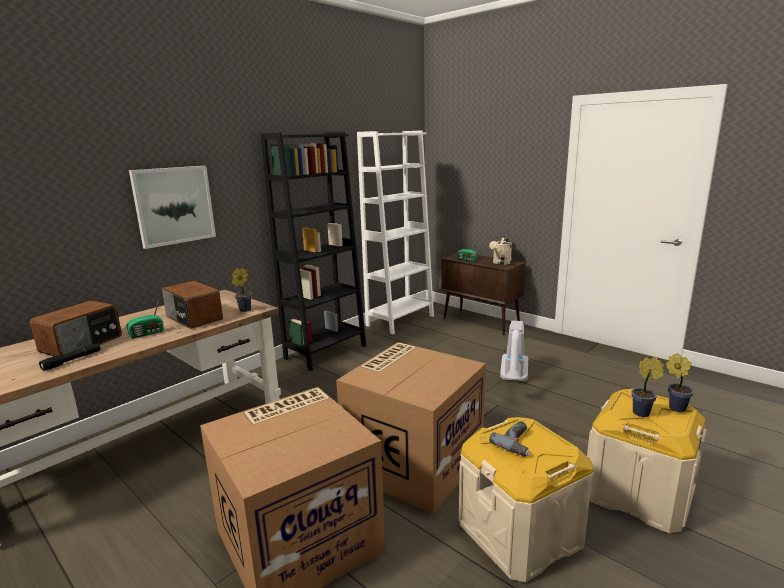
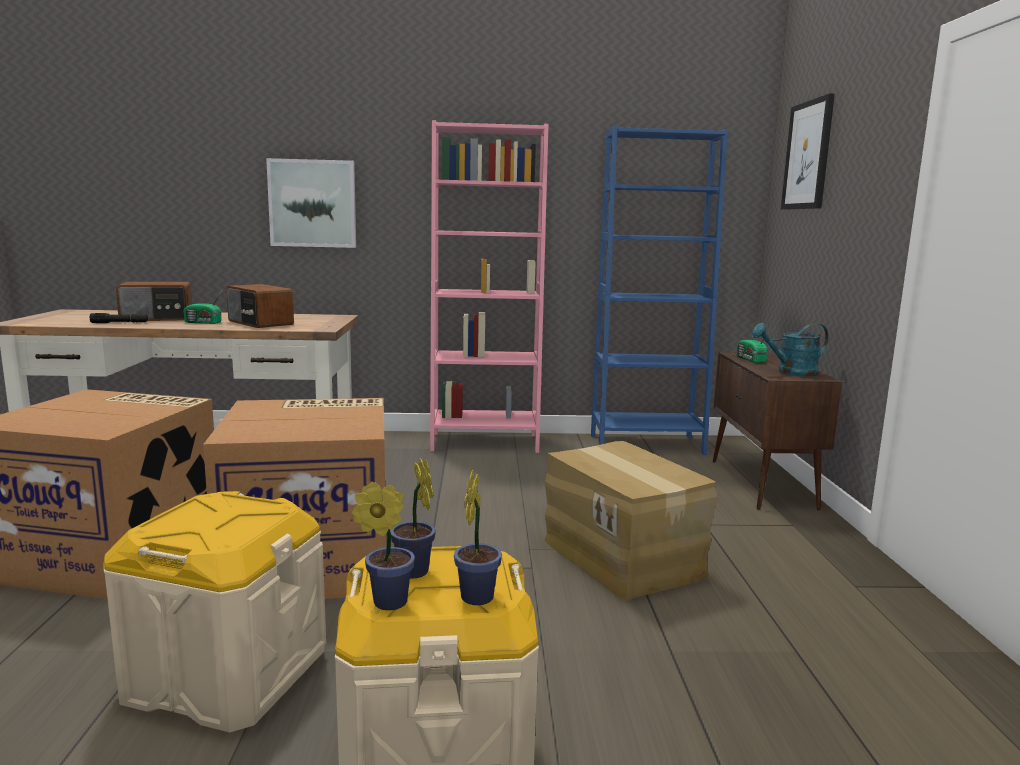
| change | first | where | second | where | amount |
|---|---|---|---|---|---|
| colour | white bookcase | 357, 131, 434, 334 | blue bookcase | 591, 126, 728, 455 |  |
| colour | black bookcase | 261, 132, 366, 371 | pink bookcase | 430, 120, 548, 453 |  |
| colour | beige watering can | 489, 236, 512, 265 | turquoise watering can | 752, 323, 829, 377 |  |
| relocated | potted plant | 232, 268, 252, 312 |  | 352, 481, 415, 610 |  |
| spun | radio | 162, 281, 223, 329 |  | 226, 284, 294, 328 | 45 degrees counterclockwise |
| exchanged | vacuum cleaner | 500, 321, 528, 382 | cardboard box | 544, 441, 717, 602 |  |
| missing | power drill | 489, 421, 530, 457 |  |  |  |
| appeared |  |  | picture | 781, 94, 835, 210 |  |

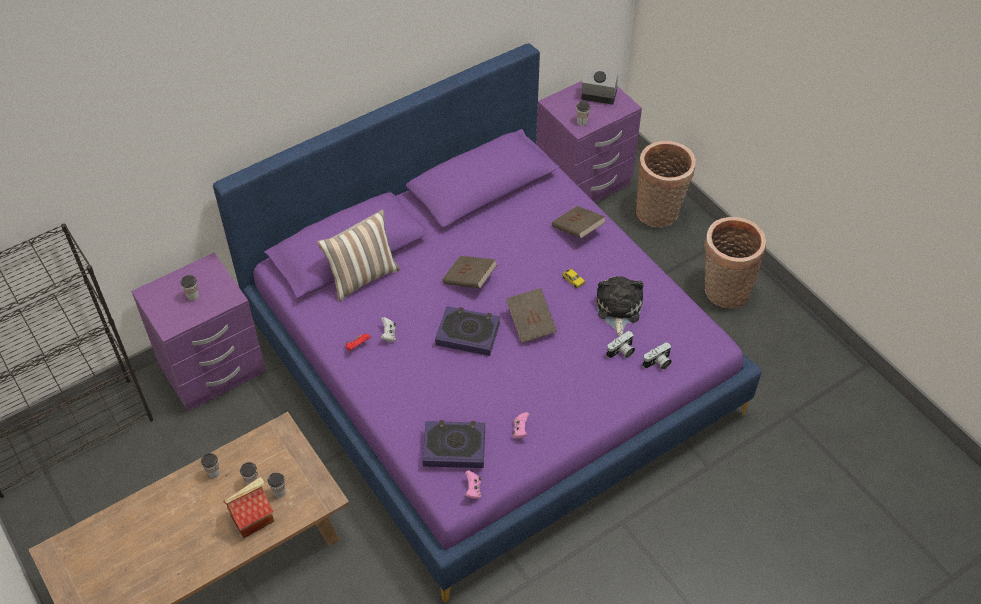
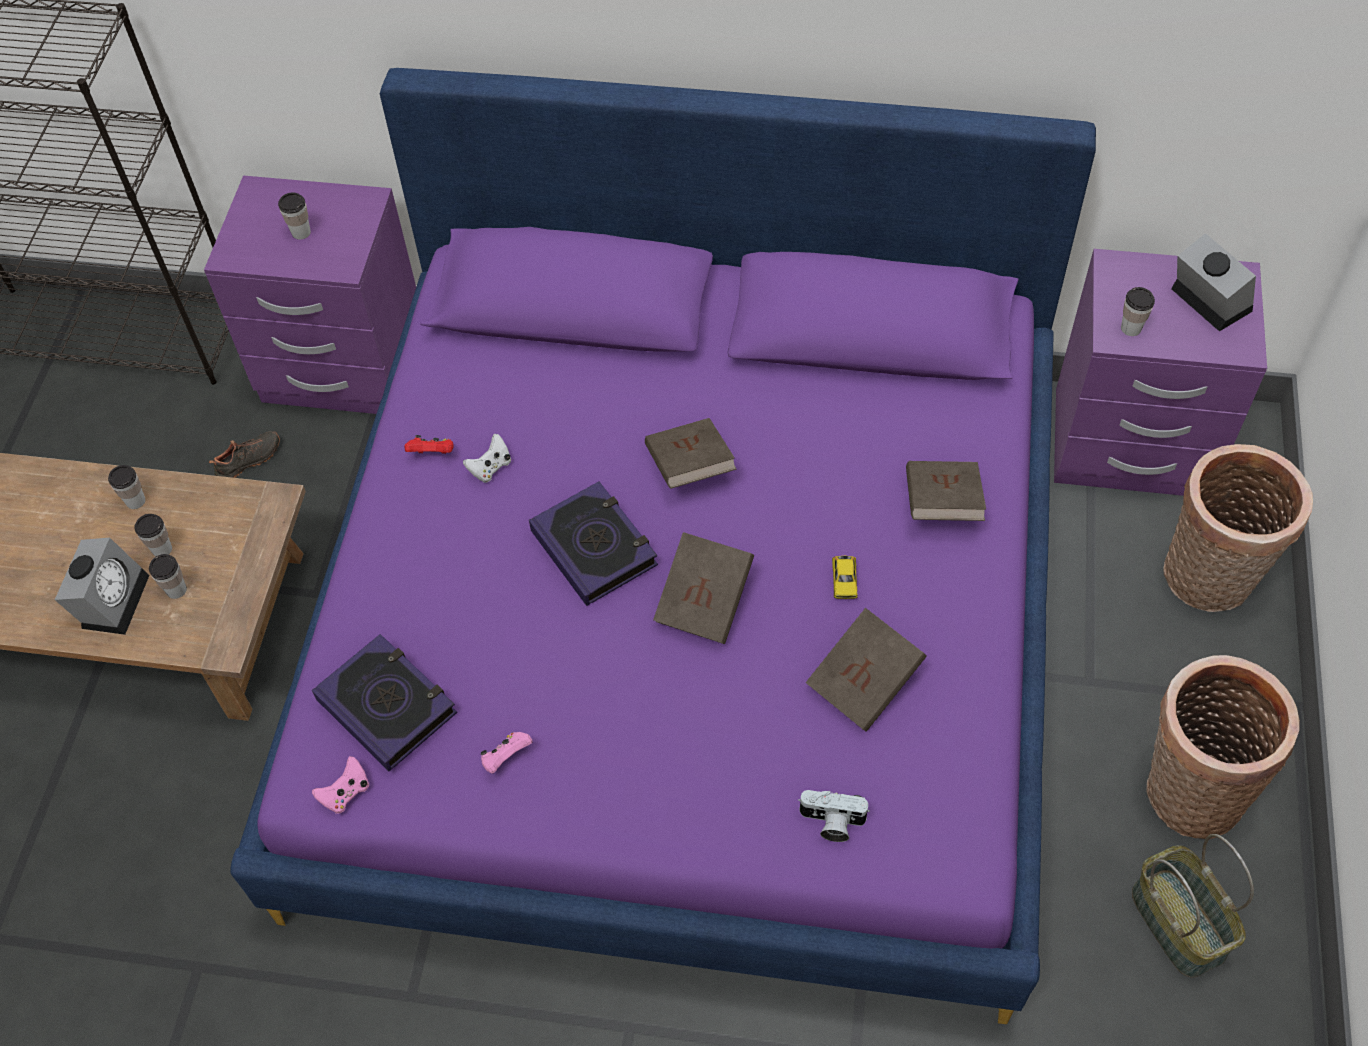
| change | first | where | second | where | amount |
|---|---|---|---|---|---|
| missing | pillow | 317, 209, 400, 302 |  |  |  |
| exchanged | plush toy | 596, 276, 643, 336 | brown book | 806, 608, 927, 732 |  |
| missing | photo camera | 606, 331, 635, 358 |  |  |  |
| exchanged | toy house | 223, 477, 274, 538 | alarm clock | 55, 538, 149, 635 |  |
| appeared |  |  | black shoe | 209, 431, 280, 478 |  |
| appeared |  |  | basket | 1132, 834, 1254, 977 |  |

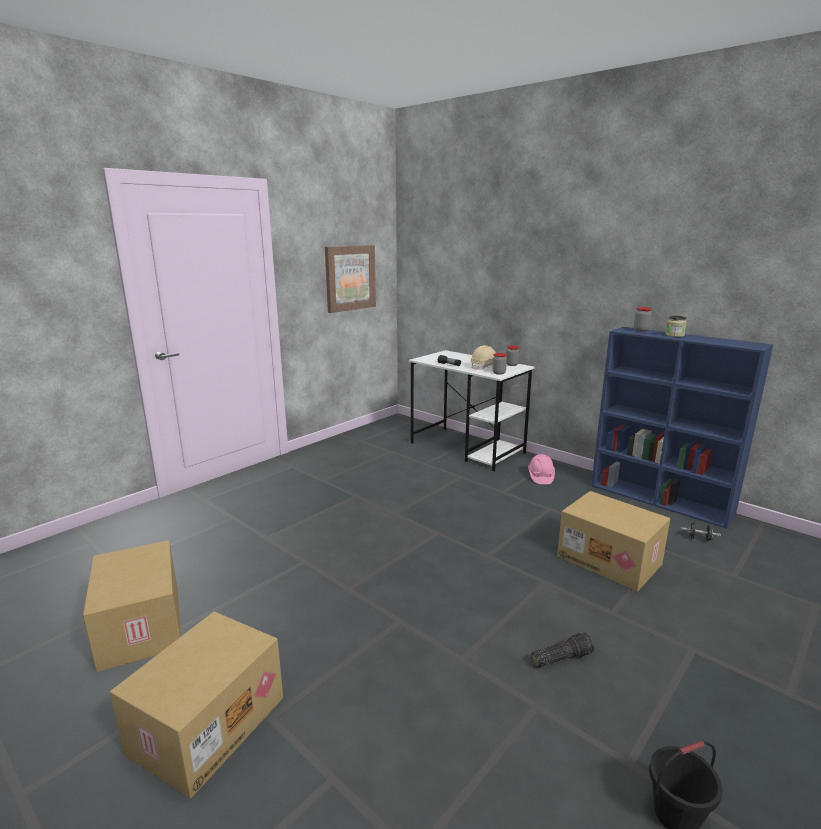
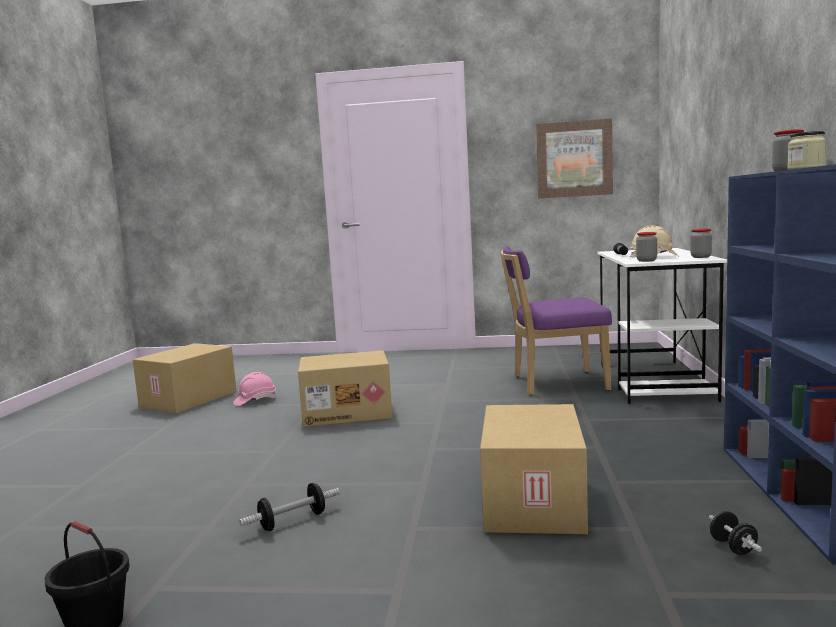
| change | first | where | second | where | amount |
|---|---|---|---|---|---|
| relocated | pink hard hat | 528, 454, 555, 484 |  | 233, 372, 277, 406 |  |
| relocated | cardboard box | 110, 611, 283, 799 |  | 298, 350, 392, 427 |  |
| exchanged | flashlight | 531, 632, 594, 668 | dumbbell | 239, 483, 340, 531 |  |
| appeared |  |  | purple chair | 500, 246, 612, 395 |  |

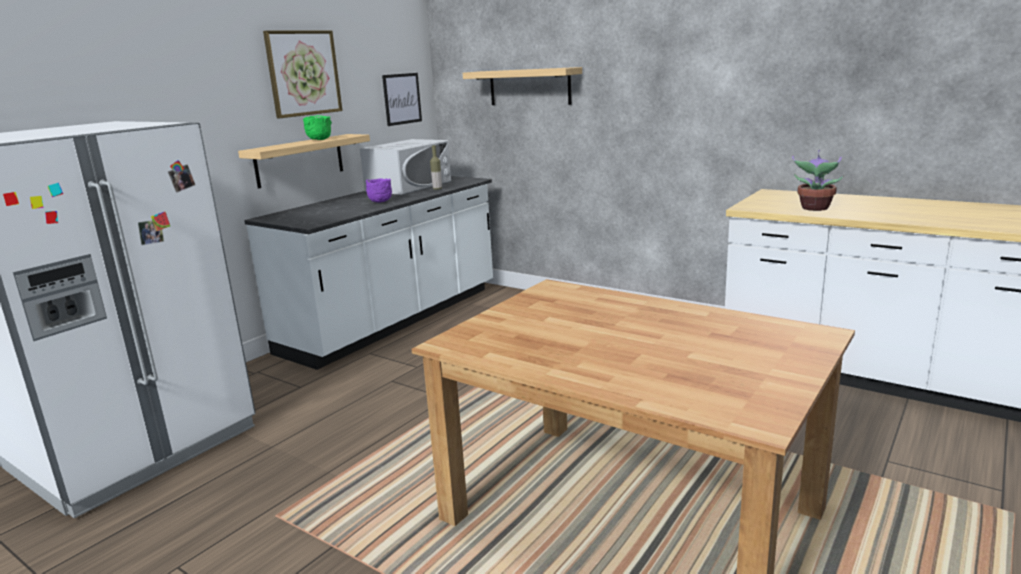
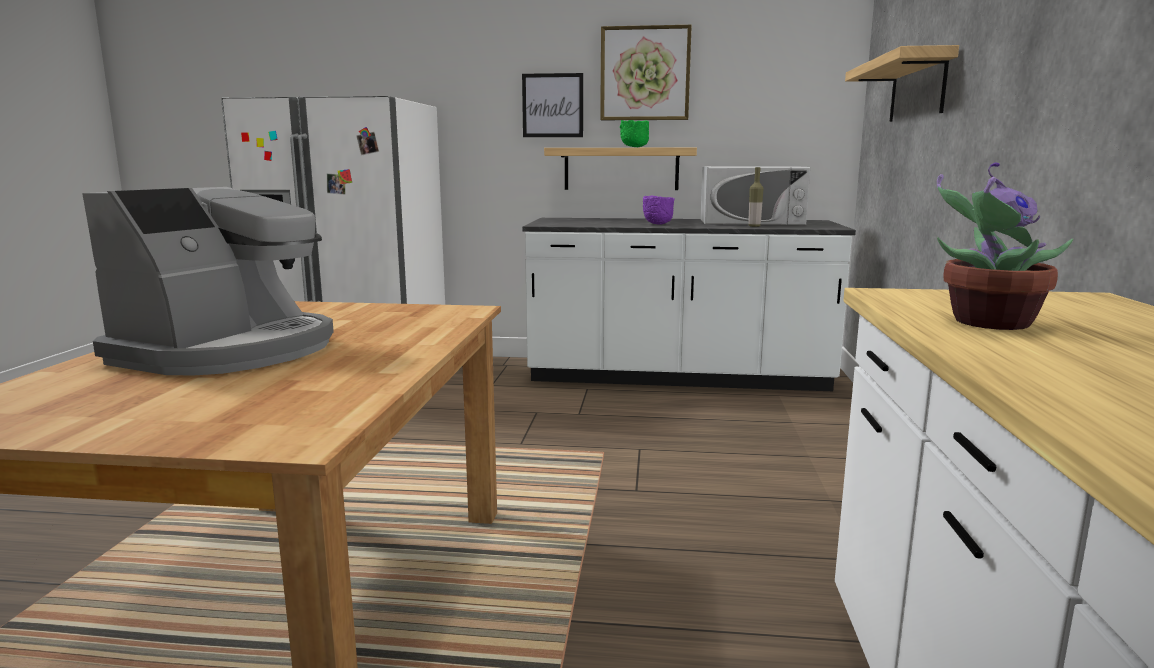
| change | first | where | second | where | amount |
|---|---|---|---|---|---|
| relocated | picture | 382, 73, 422, 126 |  | 522, 73, 583, 137 |  |
| appeared |  |  | coffee machine | 82, 187, 334, 375 |  |

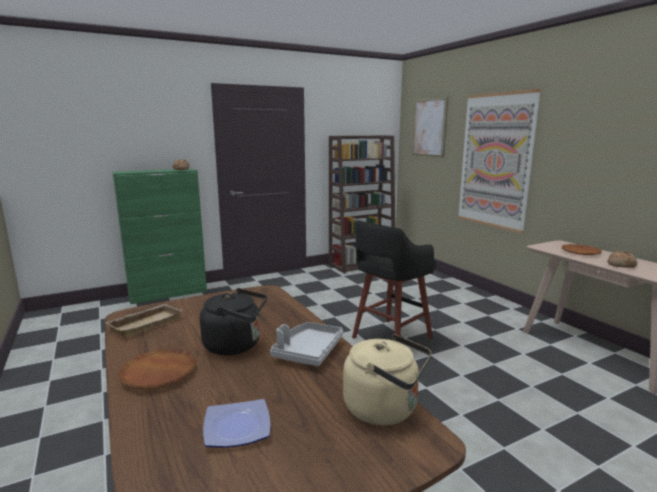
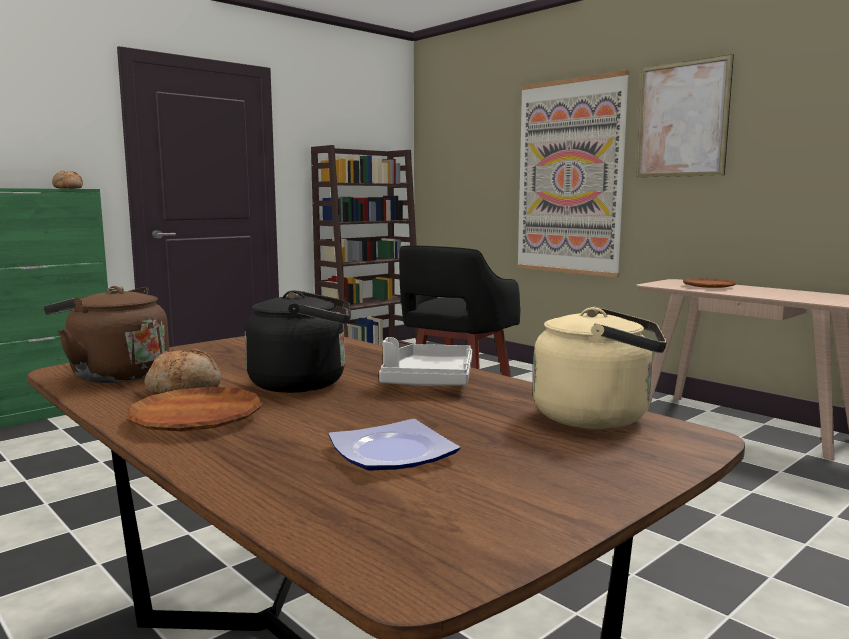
| change | first | where | second | where | amount |
|---|---|---|---|---|---|
| relocated | picture | 412, 97, 448, 157 |  | 636, 54, 734, 177 |  |
| relocated | bread | 607, 251, 637, 268 |  | 144, 348, 221, 394 |  |
| exchanged | beige tray | 105, 304, 182, 338 | brown kettle | 43, 286, 169, 383 |  |

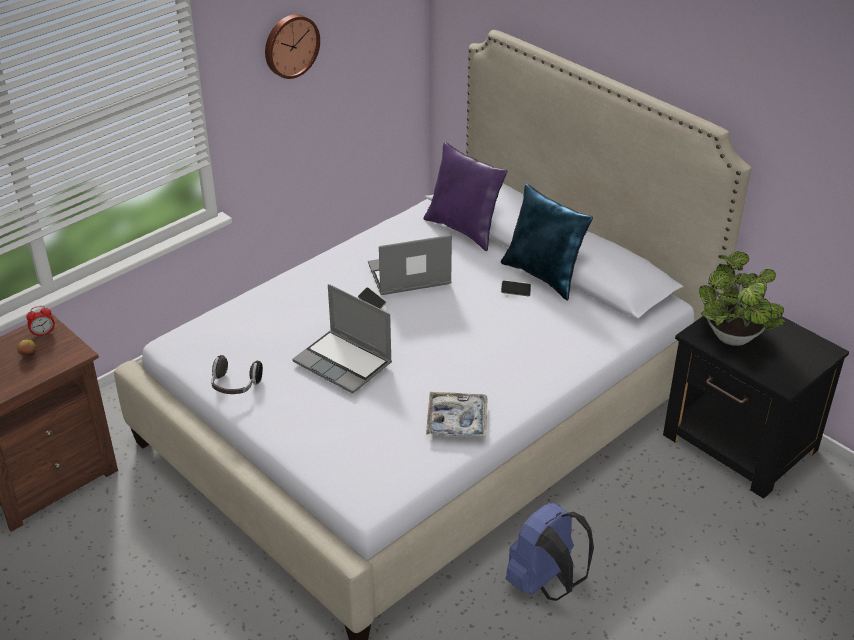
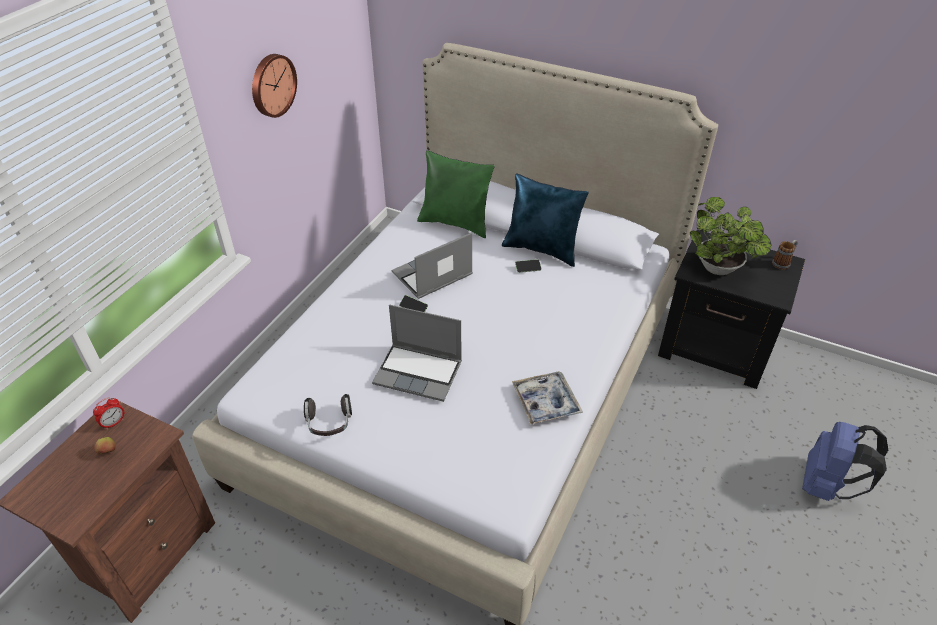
| change | first | where | second | where | amount |
|---|---|---|---|---|---|
| colour | purple pillow | 423, 142, 507, 251 | green pillow | 417, 150, 495, 238 |  |
| relocated | blue backpack | 506, 503, 594, 601 |  | 802, 422, 888, 501 |  |
| appeared |  |  | mug | 772, 240, 798, 270 |  |

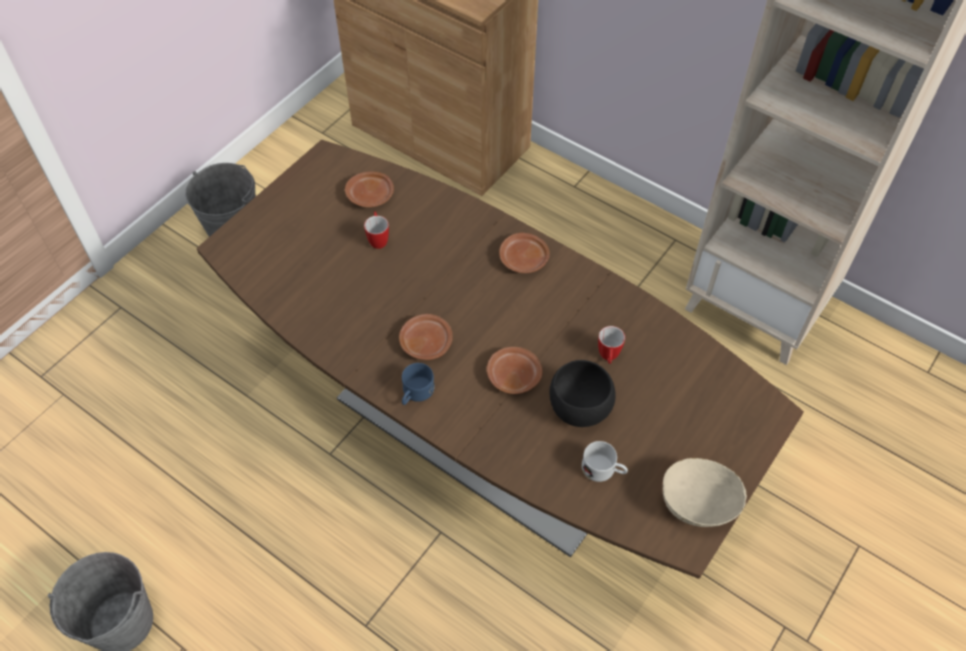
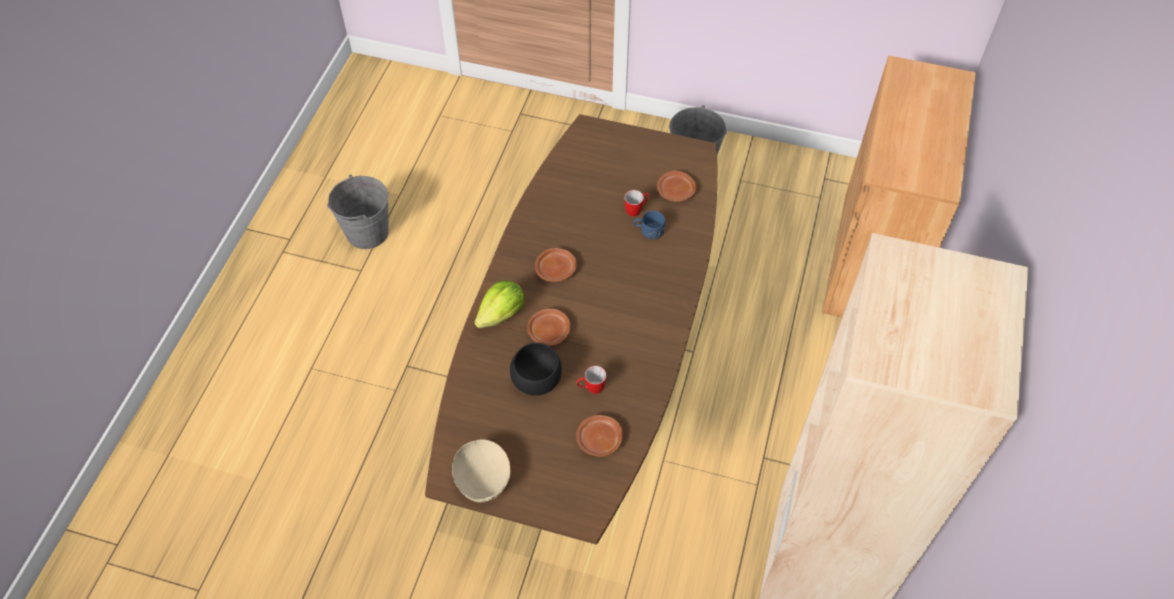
| change | first | where | second | where | amount |
|---|---|---|---|---|---|
| relocated | brown plate | 499, 233, 550, 273 |  | 576, 415, 623, 457 |  |
| relocated | blue mug | 402, 363, 434, 405 |  | 633, 211, 665, 239 |  |
| missing | white mug | 582, 441, 628, 482 |  |  |  |
| appeared |  |  | lettuce | 474, 281, 524, 328 |  |

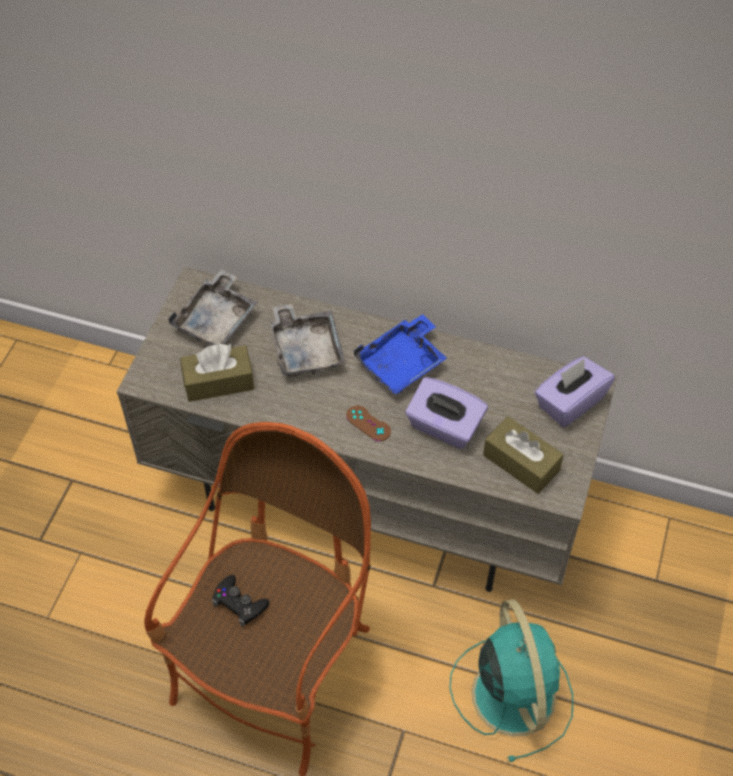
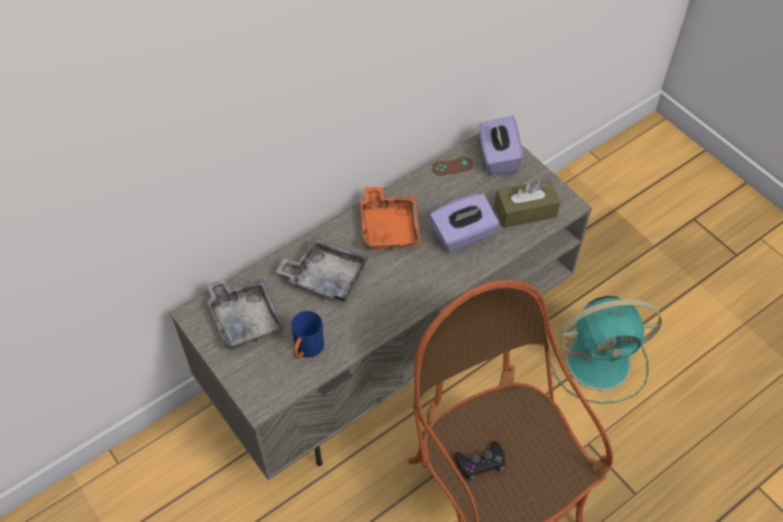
| change | first | where | second | where | amount |
|---|---|---|---|---|---|
| colour | blue tray | 354, 314, 447, 395 | orange tray | 360, 186, 421, 250 |  |
| exchanged | brown tissue box | 180, 344, 254, 402 | blue mug | 291, 311, 324, 359 |  |
| relocated | brown game controller | 346, 406, 391, 441 |  | 432, 157, 473, 175 |  |
| spun | turquoise fan | 449, 599, 573, 762 |  | 549, 296, 662, 404 | 150 degrees clockwise |

